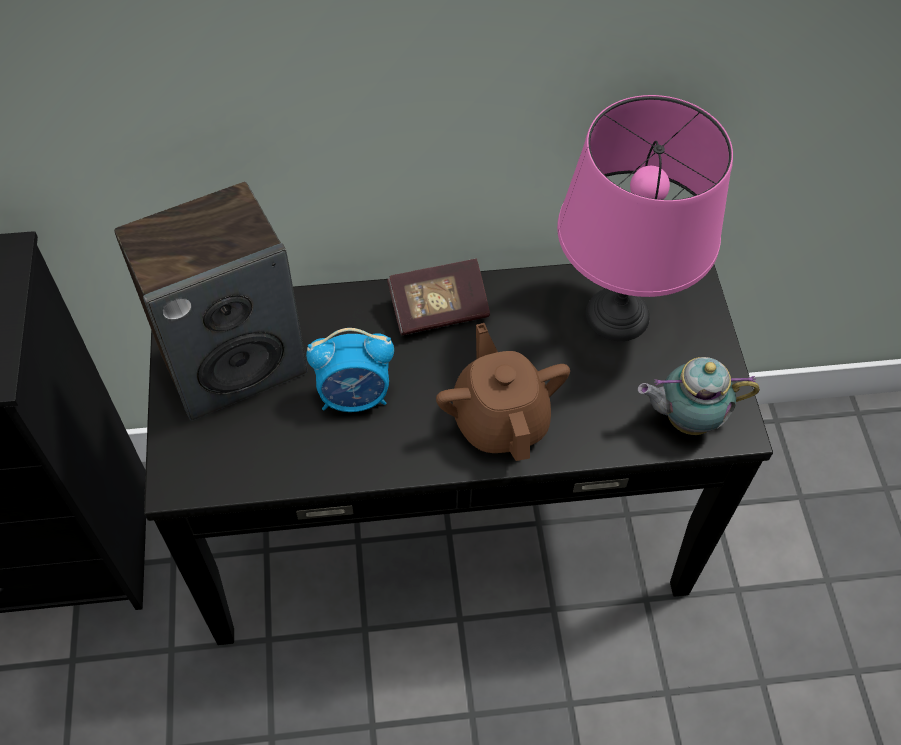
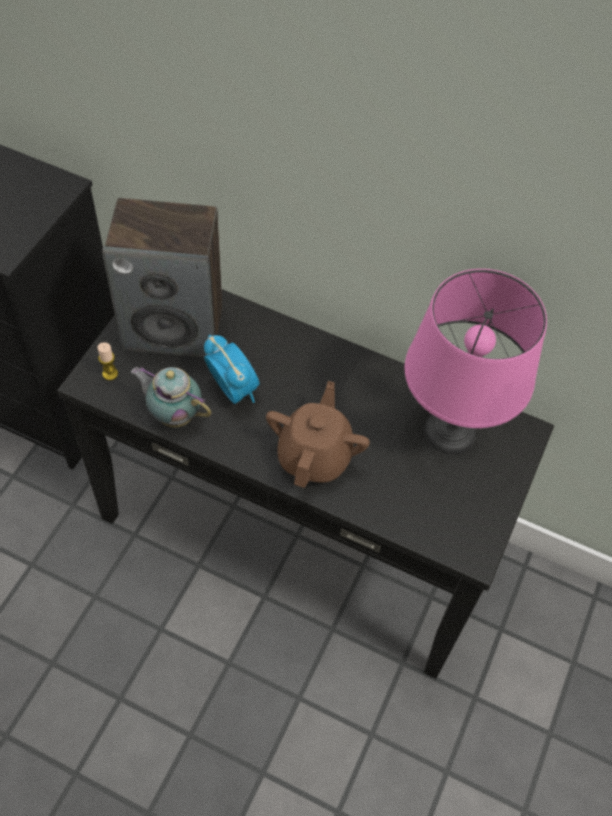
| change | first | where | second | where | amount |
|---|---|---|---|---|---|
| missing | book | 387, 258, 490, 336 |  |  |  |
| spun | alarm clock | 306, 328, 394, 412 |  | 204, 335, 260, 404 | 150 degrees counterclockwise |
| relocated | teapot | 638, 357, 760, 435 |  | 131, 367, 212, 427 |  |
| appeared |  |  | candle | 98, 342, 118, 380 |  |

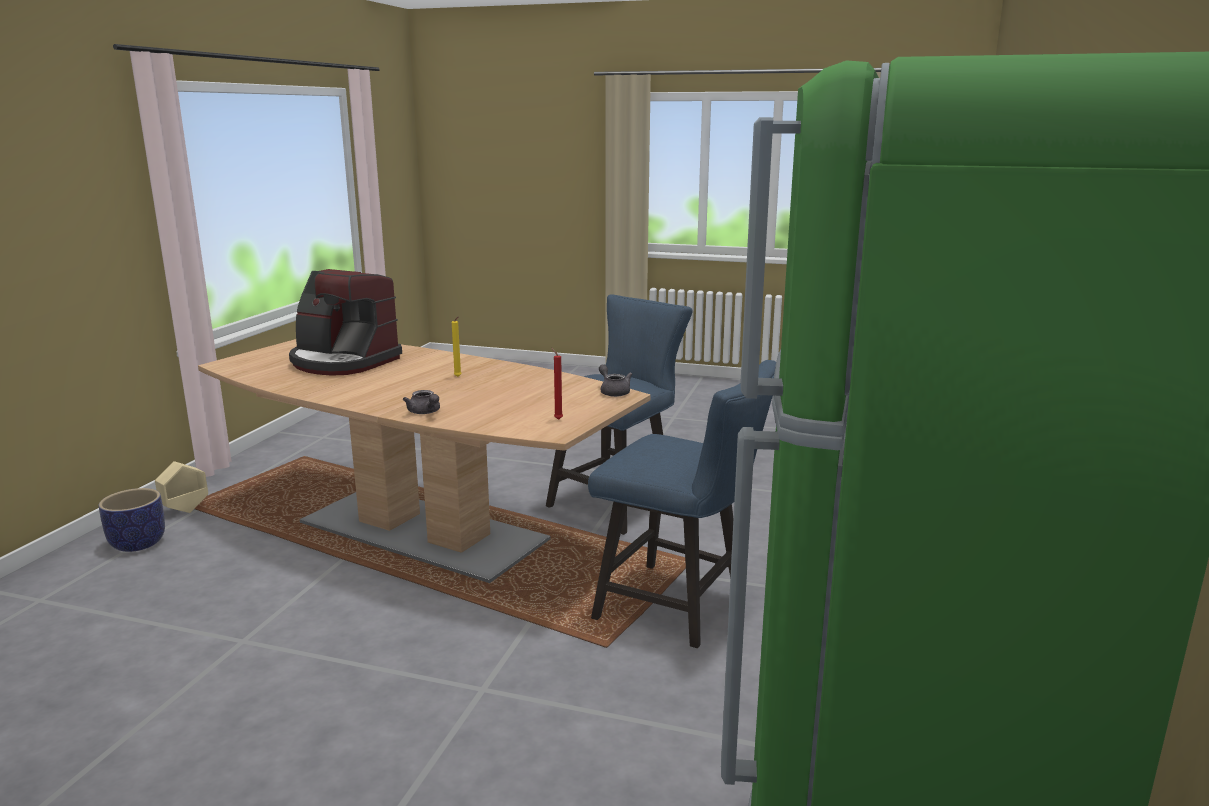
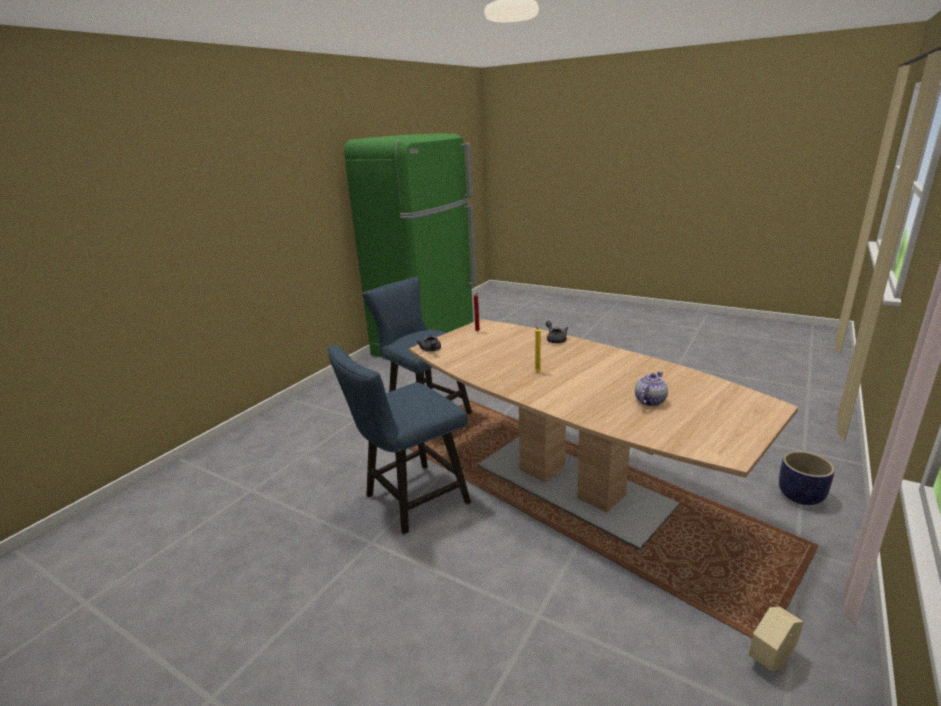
| change | first | where | second | where | amount |
|---|---|---|---|---|---|
| exchanged | coffee machine | 289, 269, 402, 376 | teapot | 635, 371, 668, 406 |  |
| relocated | beige planter | 155, 461, 208, 513 |  | 748, 607, 803, 672 |  |

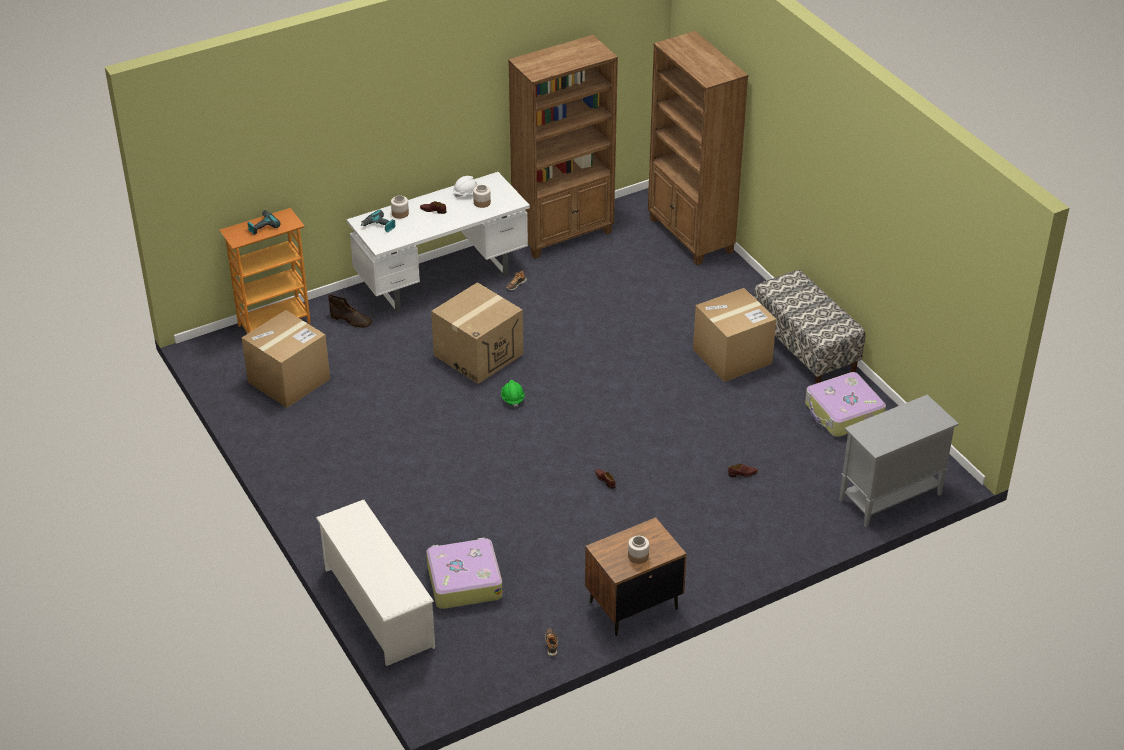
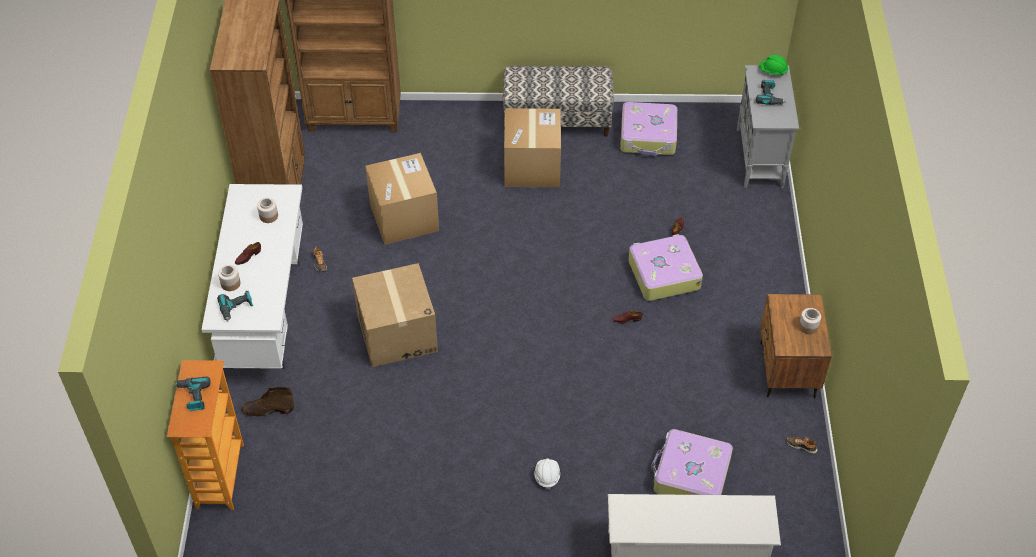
| change | first | where | second | where | amount |
|---|---|---|---|---|---|
| relocated | white hard hat | 453, 176, 479, 197 |  | 534, 459, 560, 490 |  |
| spun | brown boot | 328, 294, 372, 328 |  | 242, 387, 294, 417 | 150 degrees counterclockwise |
| relocated | cardboard box | 242, 310, 330, 408 |  | 365, 153, 439, 245 |  |
| relocated | green hard hat | 501, 380, 525, 408 |  | 759, 55, 788, 75 |  |
| appeared |  |  | power drill | 756, 80, 786, 105 |  |
| appeared |  |  | suitcase | 628, 234, 703, 301 |  |

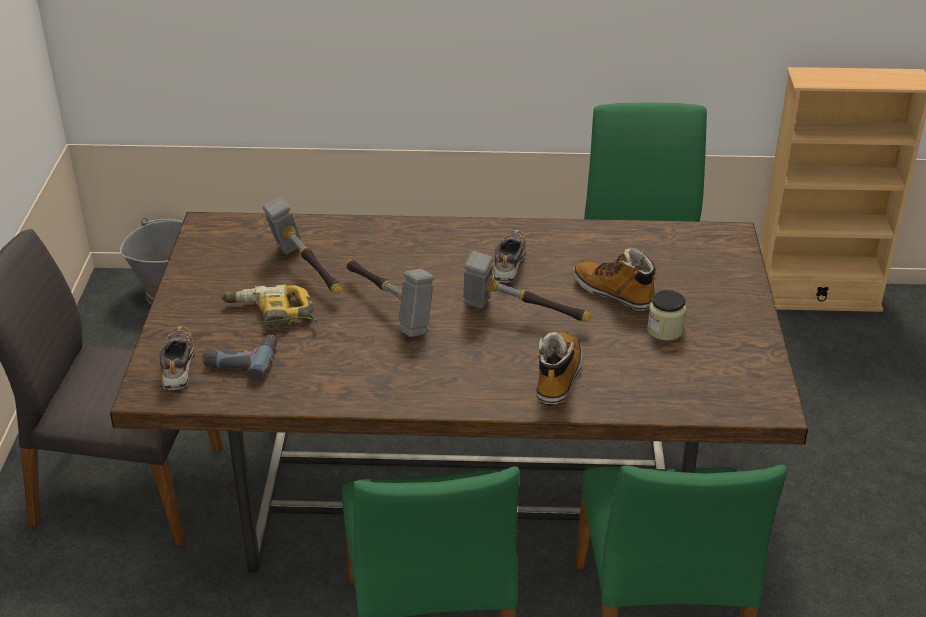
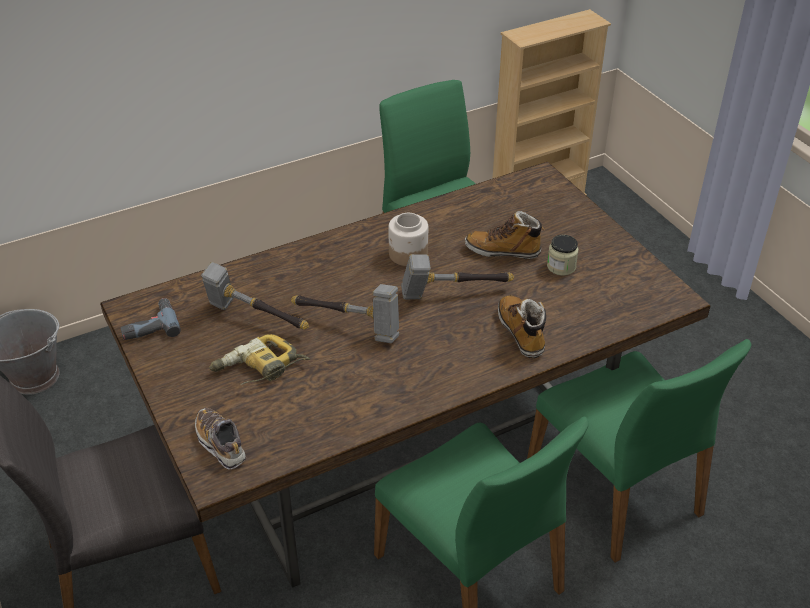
| change | first | where | second | where | amount |
|---|---|---|---|---|---|
| exchanged | shoe | 493, 230, 526, 283 | jar | 388, 213, 428, 266 |  |
| relocated | power drill | 202, 334, 277, 381 |  | 120, 298, 181, 340 |  |

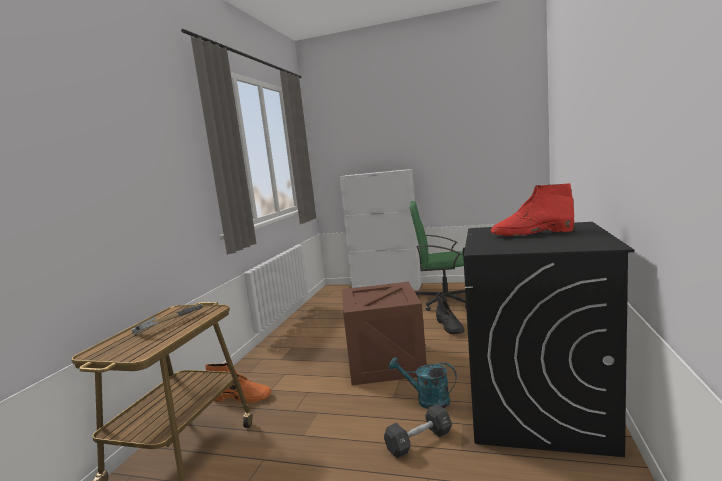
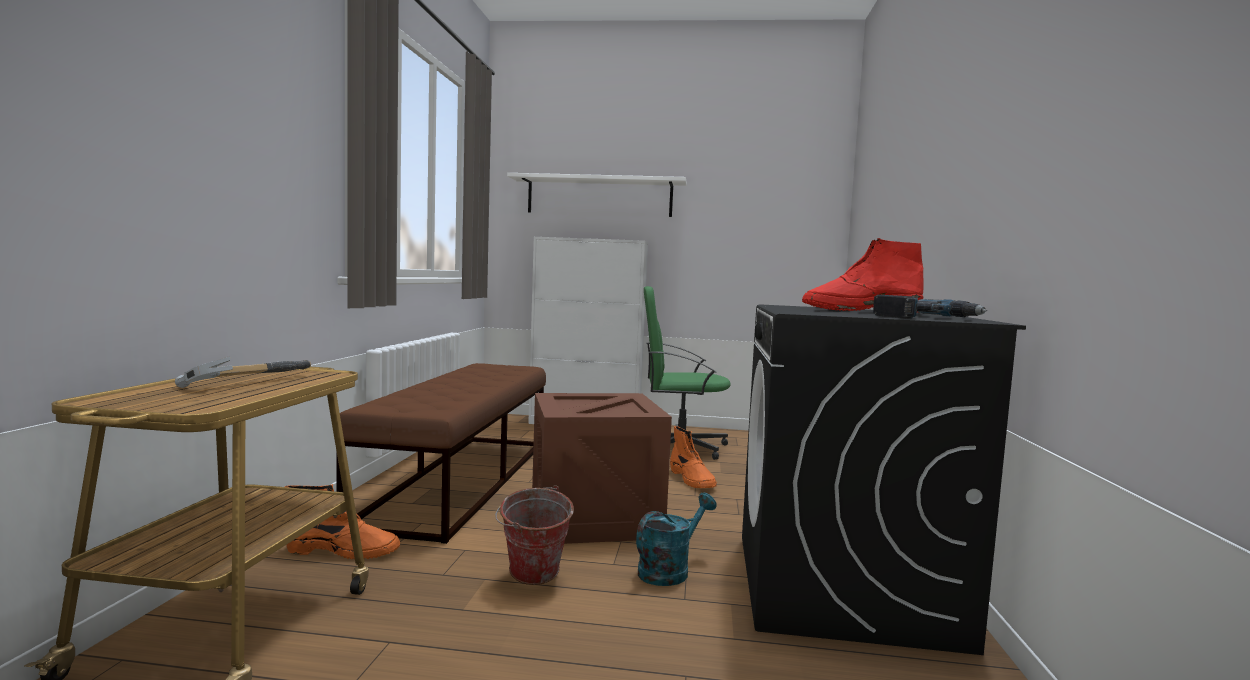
| change | first | where | second | where | amount |
|---|---|---|---|---|---|
| colour | black boot | 436, 293, 465, 334 | orange boot | 670, 426, 717, 488 |  |
| spun | turquoise watering can | 389, 357, 457, 409 |  | 636, 493, 717, 586 | 120 degrees clockwise |
| missing | black dumbbell | 384, 404, 452, 459 |  |  |  |
| appeared |  |  | white shelf | 507, 173, 687, 217 |  |
| appeared |  |  | power drill | 873, 295, 987, 318 |  |
| appeared |  |  | brown bench | 337, 363, 546, 544 |  |
| appeared |  |  | bucket | 495, 485, 574, 585 |  |

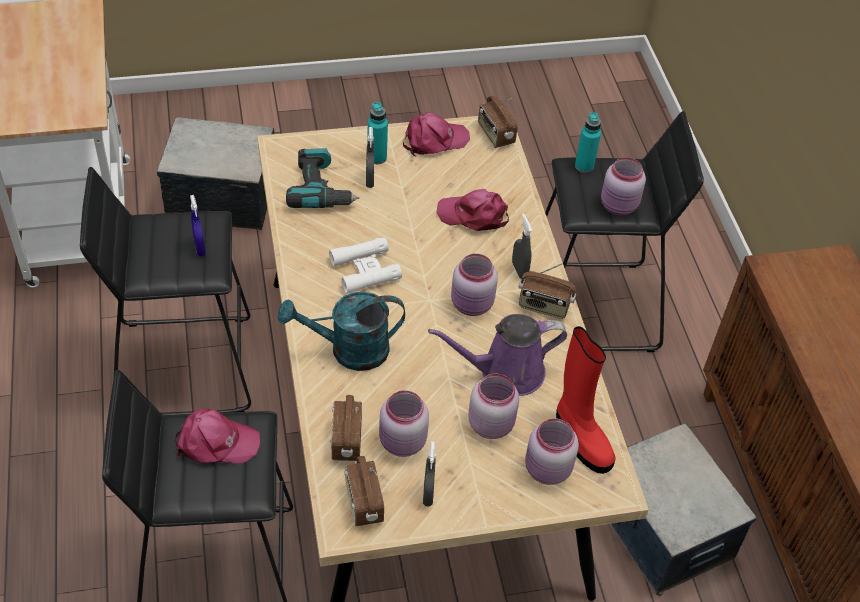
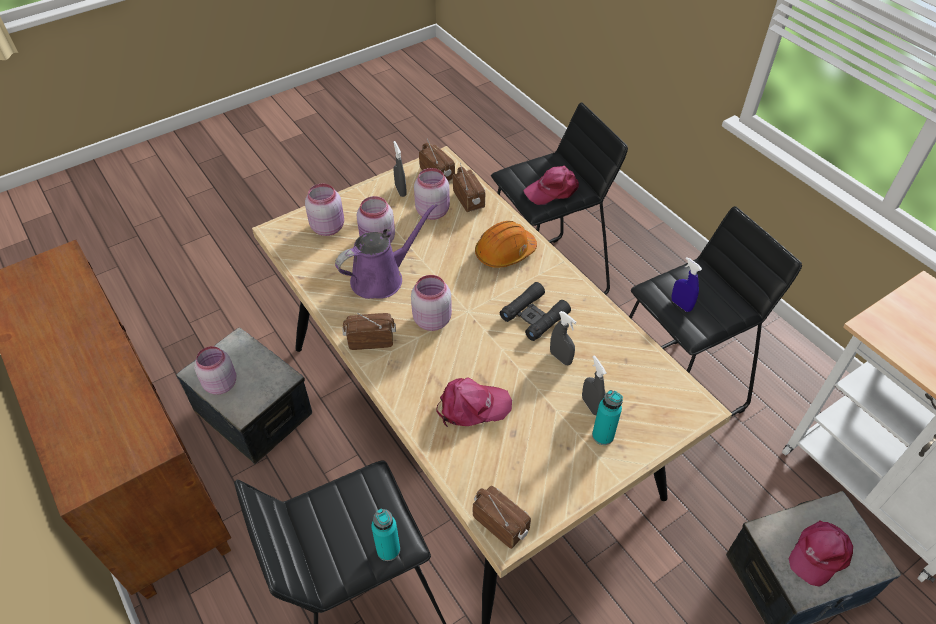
| change | first | where | second | where | amount |
|---|---|---|---|---|---|
| relocated | pink cap | 403, 112, 470, 157 |  | 789, 520, 853, 587 |  |
| missing | power drill | 286, 148, 359, 208 |  |  |  |
| relocated | pink jar | 601, 157, 646, 215 |  | 194, 346, 236, 395 |  |
| relocated | grey spray bottle | 512, 214, 532, 279 |  | 550, 311, 577, 365 |  |
| colour | white binoculars | 329, 237, 402, 294 | black binoculars | 500, 282, 571, 341 |  |
| exchanged | turquoise watering can | 278, 292, 405, 371 | orange hard hat | 475, 221, 537, 268 |  |
| missing | red boot | 556, 326, 616, 474 |  |  |  |

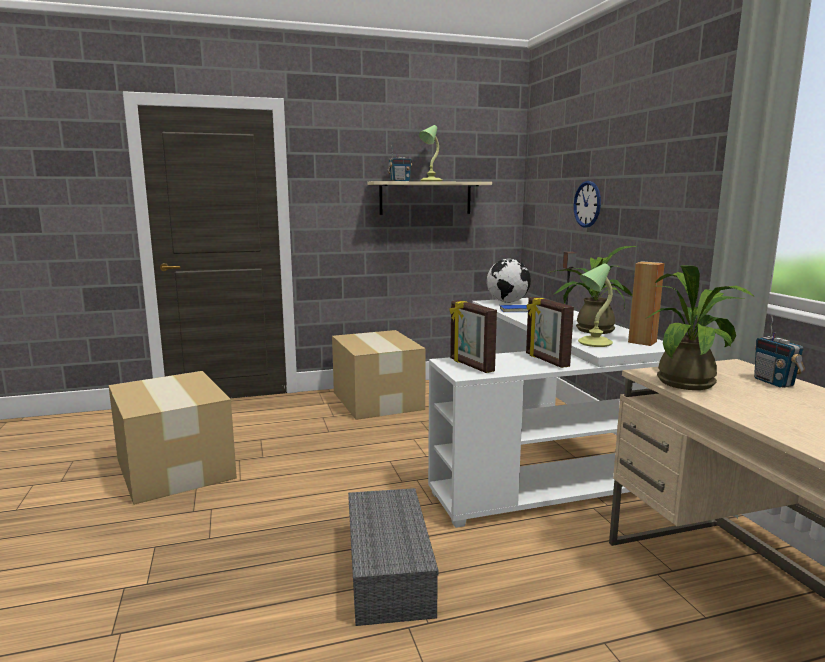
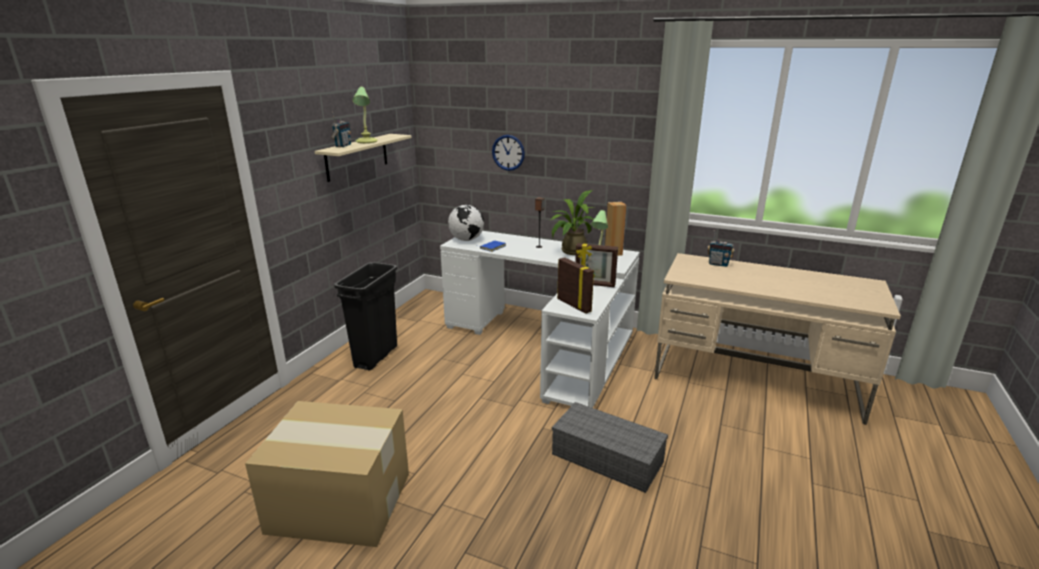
| change | first | where | second | where | amount |
|---|---|---|---|---|---|
| missing | potted plant | 647, 265, 754, 390 |  |  |  |
| spun | picture frame | 449, 300, 497, 373 |  | 557, 257, 595, 314 | 135 degrees counterclockwise |
| exchanged | cardboard box | 332, 330, 426, 420 | black trash can | 334, 262, 397, 371 |  |

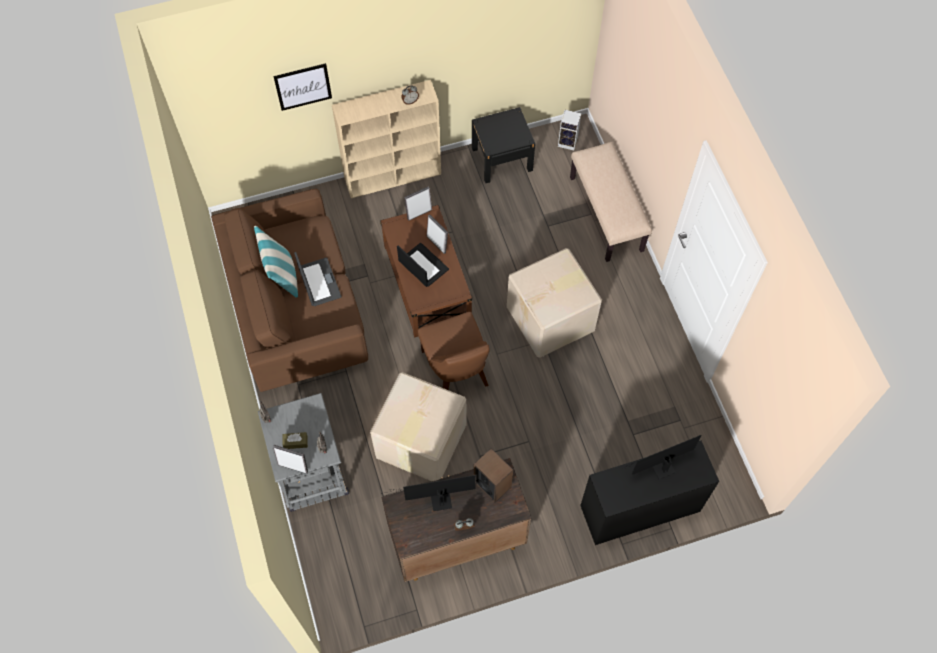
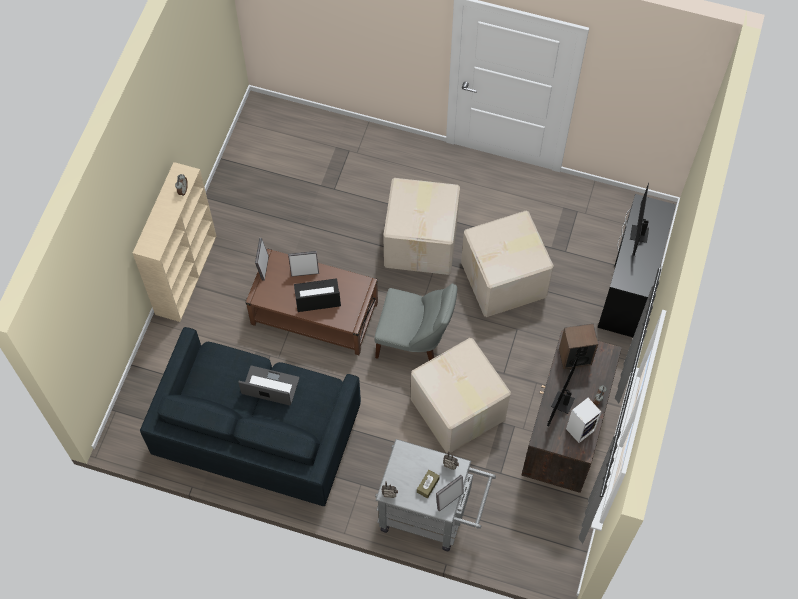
| change | first | where | second | where | amount |
|---|---|---|---|---|---|
| missing | picture | 273, 63, 332, 111 |  |  |  |
| missing | black nightstand | 472, 107, 535, 183 |  |  |  |
| relocated | speaker | 558, 110, 581, 150 |  | 566, 398, 601, 443 |  |
| missing | beige bench | 570, 142, 652, 262 |  |  |  |
| colour | brown sofa | 211, 189, 368, 392 | blue sofa | 140, 327, 361, 506 |  |
| missing | pillow | 254, 226, 298, 298 |  |  |  |
| colour | brown chair | 418, 312, 490, 390 | grey chair | 375, 283, 457, 361 |  |
| appeared |  |  | cardboard box | 461, 211, 554, 317 |  |

